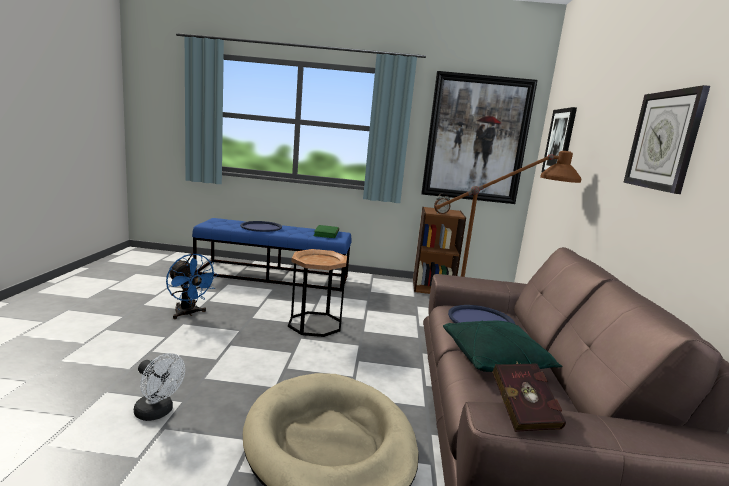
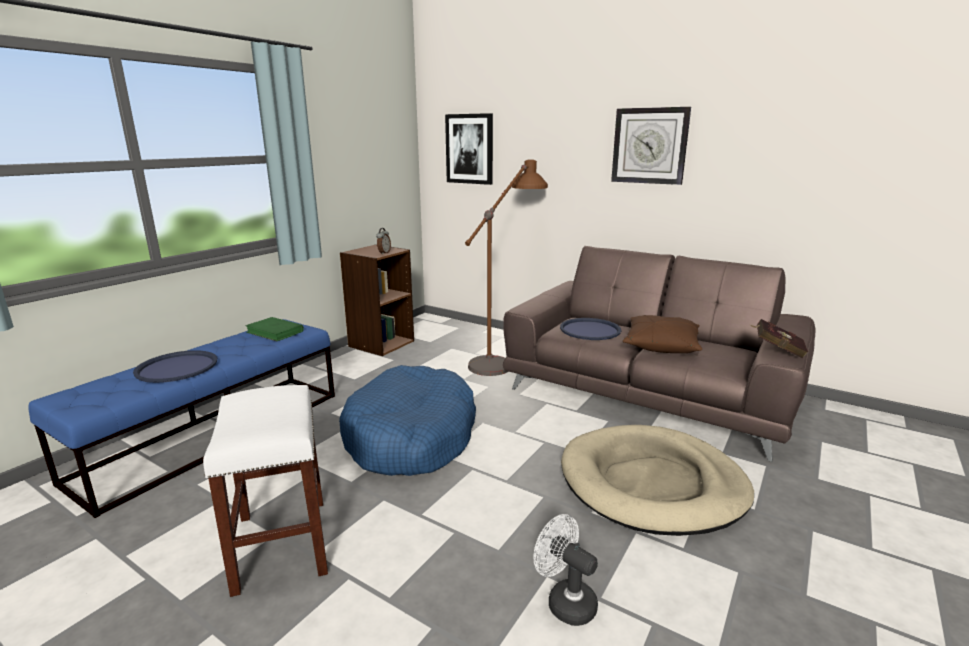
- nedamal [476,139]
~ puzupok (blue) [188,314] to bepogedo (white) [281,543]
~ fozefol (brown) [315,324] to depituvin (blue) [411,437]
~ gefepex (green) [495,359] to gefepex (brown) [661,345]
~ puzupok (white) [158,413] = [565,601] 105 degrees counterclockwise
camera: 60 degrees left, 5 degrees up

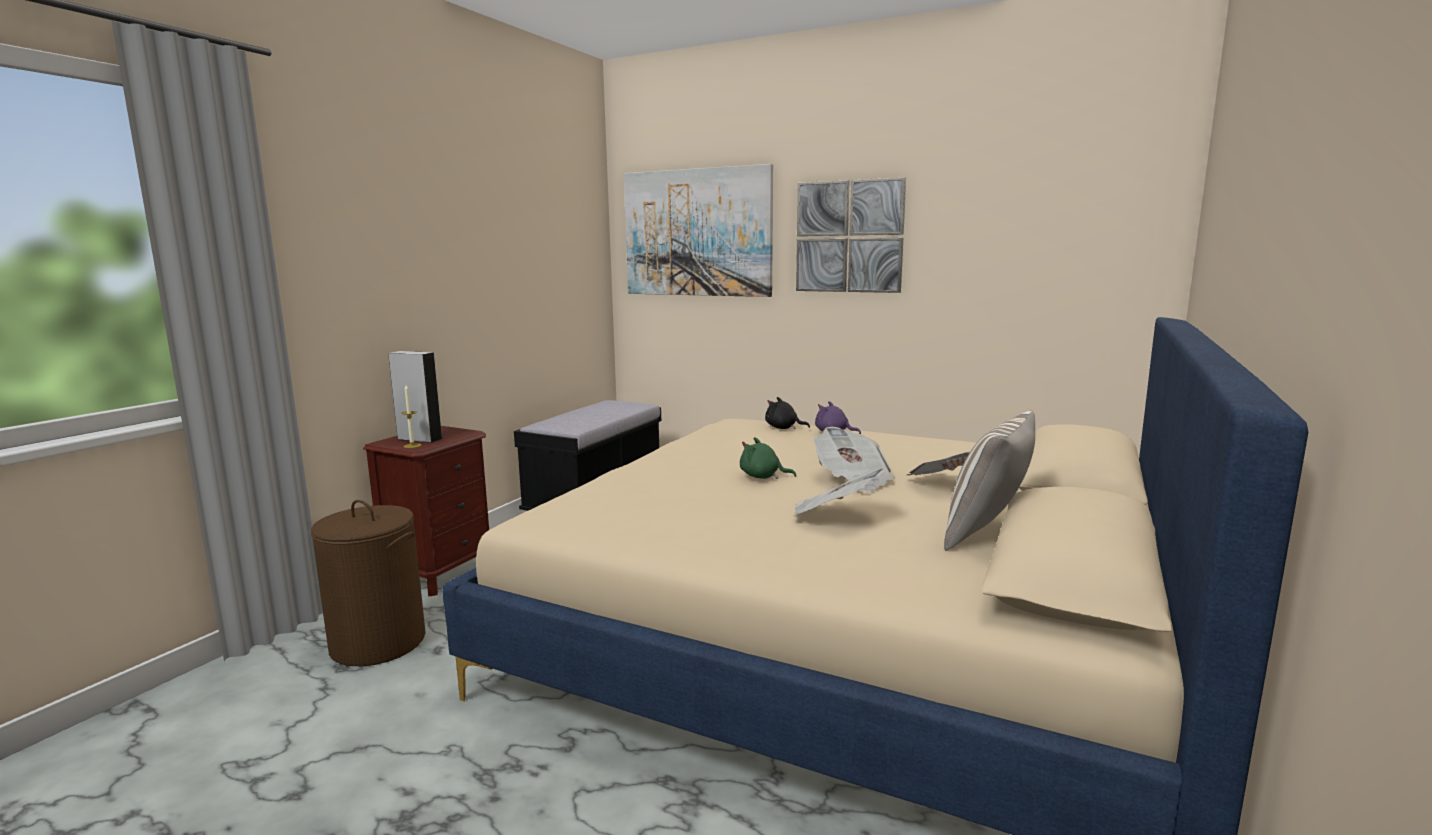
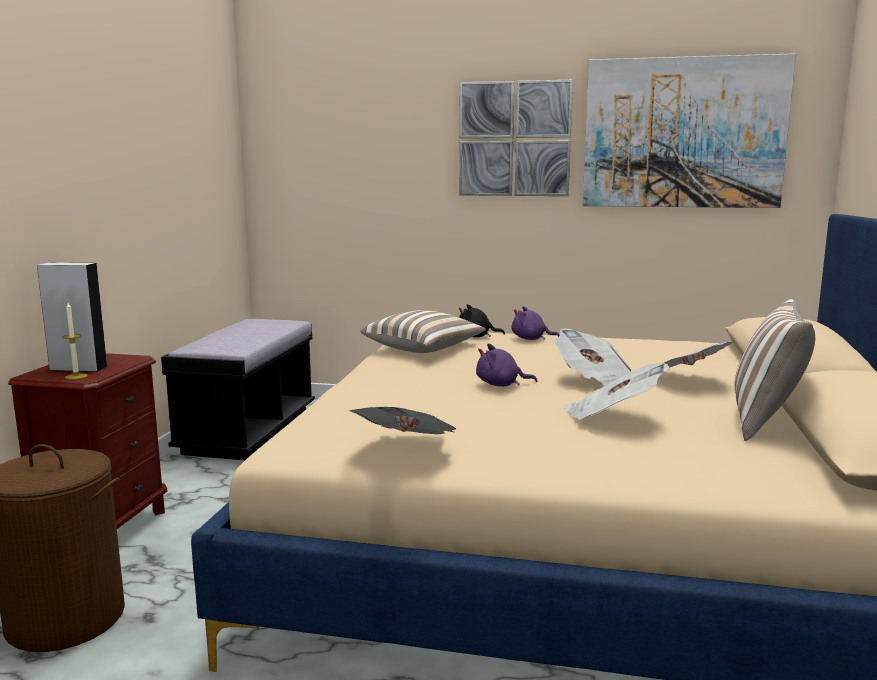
+ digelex [407,450]
+ gefepex [424,349]
~ nedamal [697,233] to [683,133]
~ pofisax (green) [762,477] to pofisax (purple) [501,385]
camera: 15 degrees left, 0 degrees up

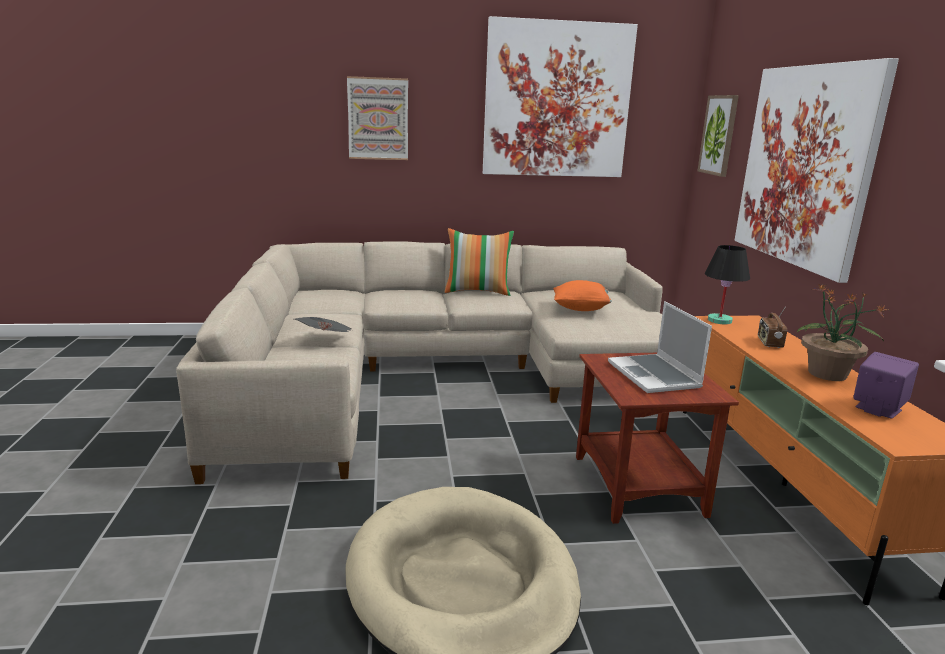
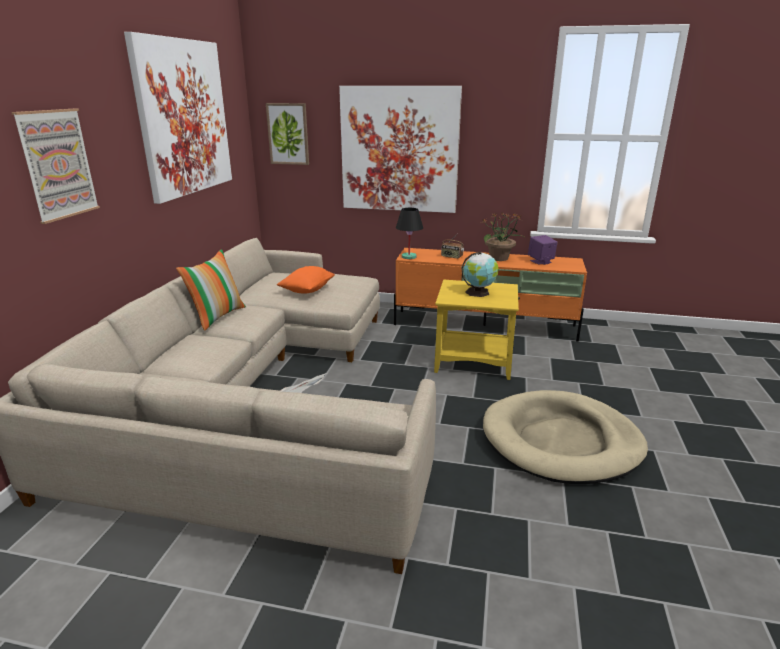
~ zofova [655,375] to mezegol [479,292]
~ fozefol (brown) [640,485] to fozefol (yellow) [473,361]
camera: 70 degrees left, 5 degrees up

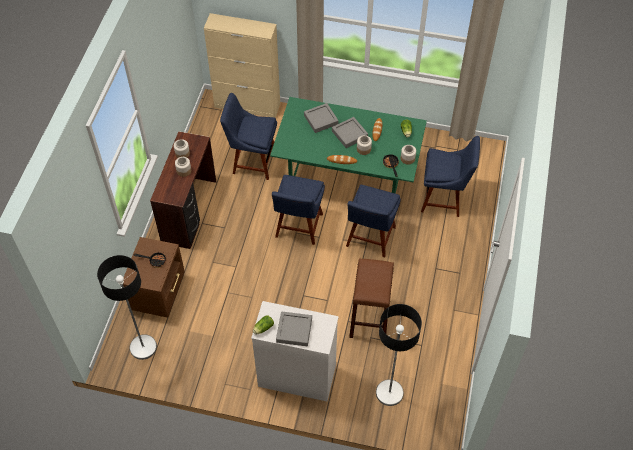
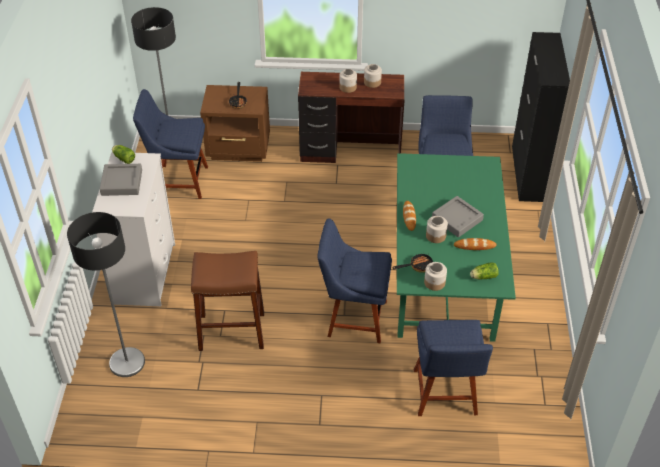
- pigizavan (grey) [321,120]
~ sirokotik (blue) [298,227] to [178,181]
~ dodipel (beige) [247,105] to dodipel (black) [528,173]
camera: 80 degrees right, 10 degrees down

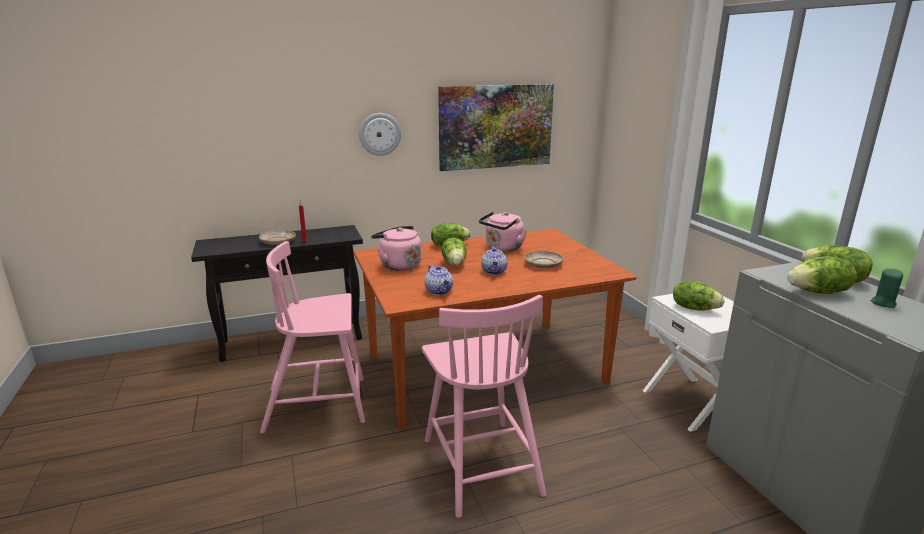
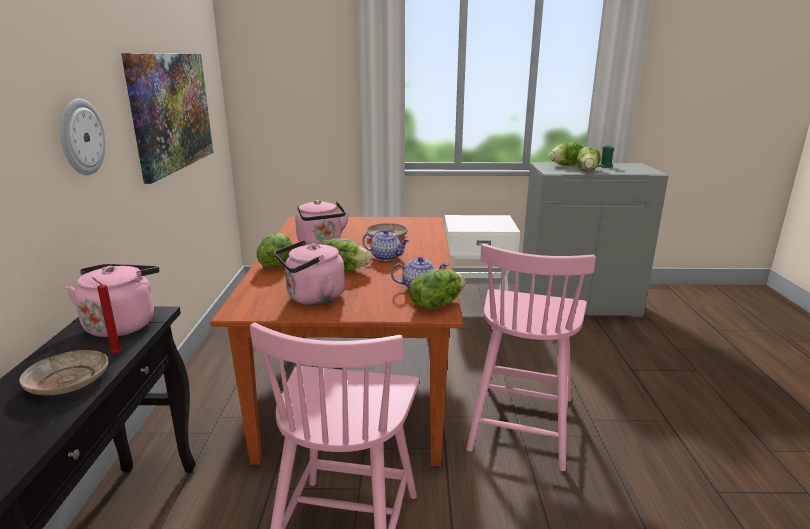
+ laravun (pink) [122,324]
~ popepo [694,308] to [436,304]
~ sirokotik (pink) [481,464] = [521,421] 105 degrees clockwise
camera: 70 degrees left, 0 degrees up

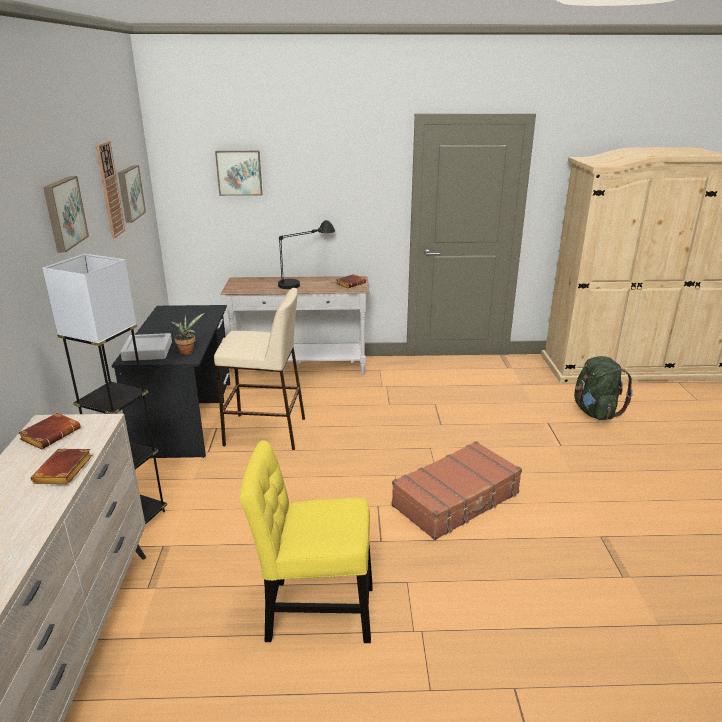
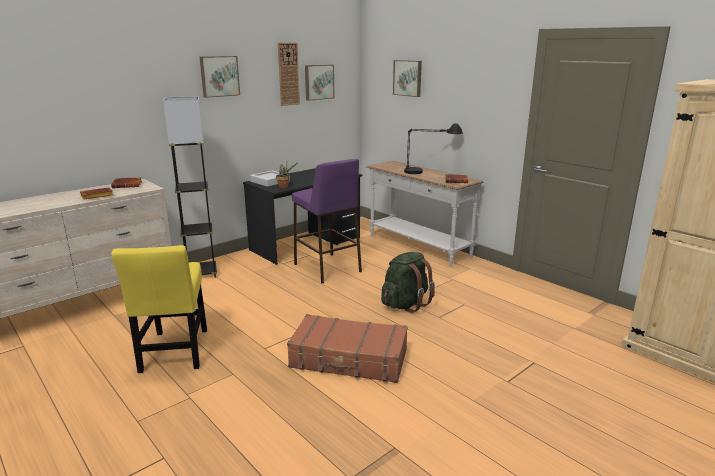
~ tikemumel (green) [595,412] to [405,304]
~ bepogedo (beige) [266,431] to bepogedo (purple) [327,268]
~ sirokotik (yellow) [314,611] = [174,353] 150 degrees counterclockwise
camera: 50 degrees right, 5 degrees down

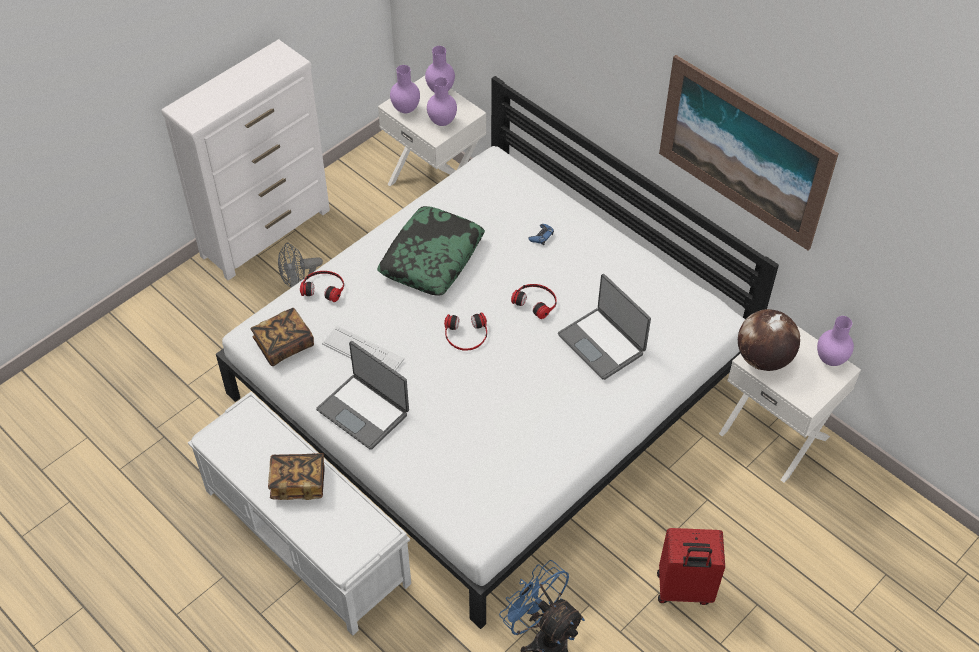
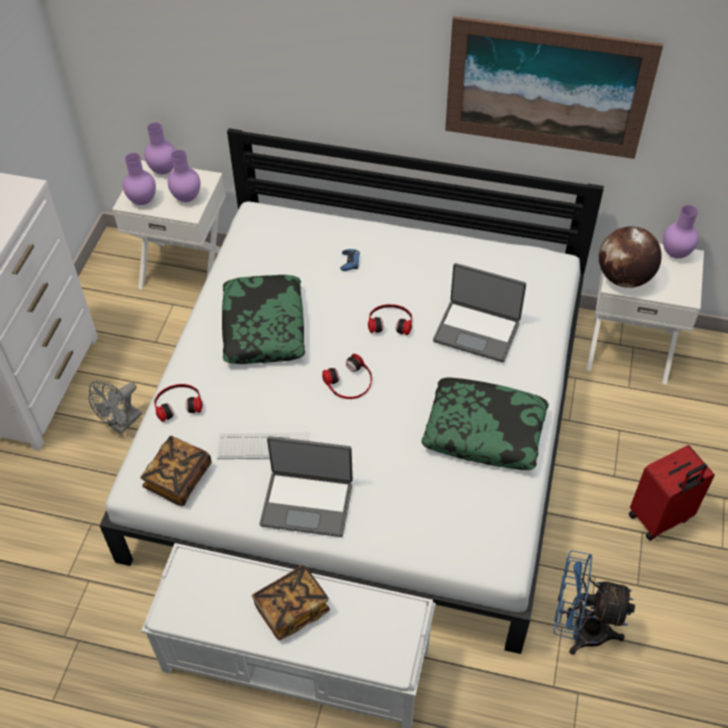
+ gefepex [484,431]
camera: 30 degrees left, 0 degrees up

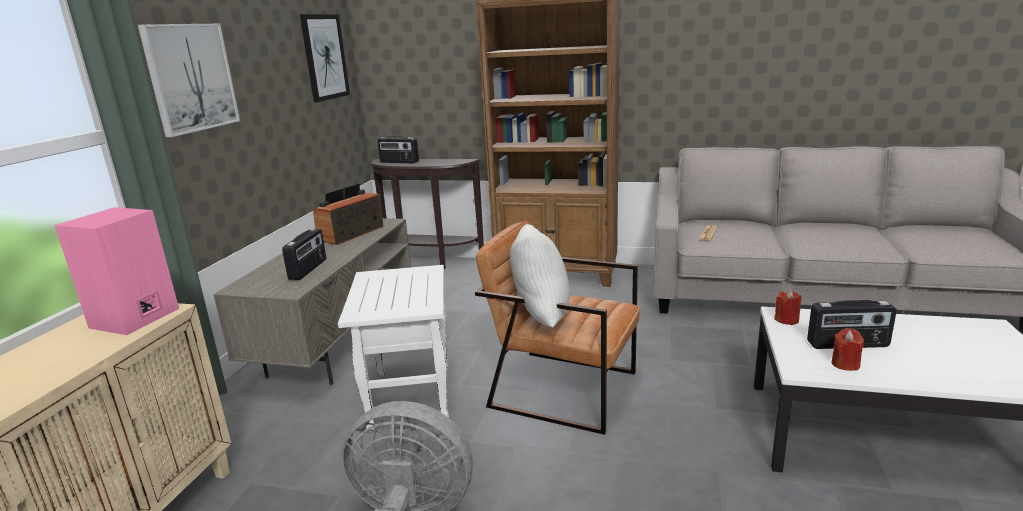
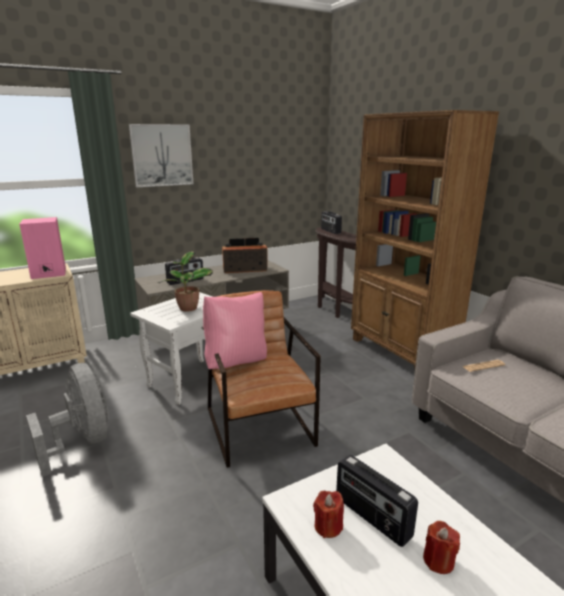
- nedamal [324,57]
+ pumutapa [187,308]
~ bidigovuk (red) [786,320] to [438,560]
~ gefepex (white) [539,317] to gefepex (pink) [236,362]
camera: 45 degrees right, 0 degrees up

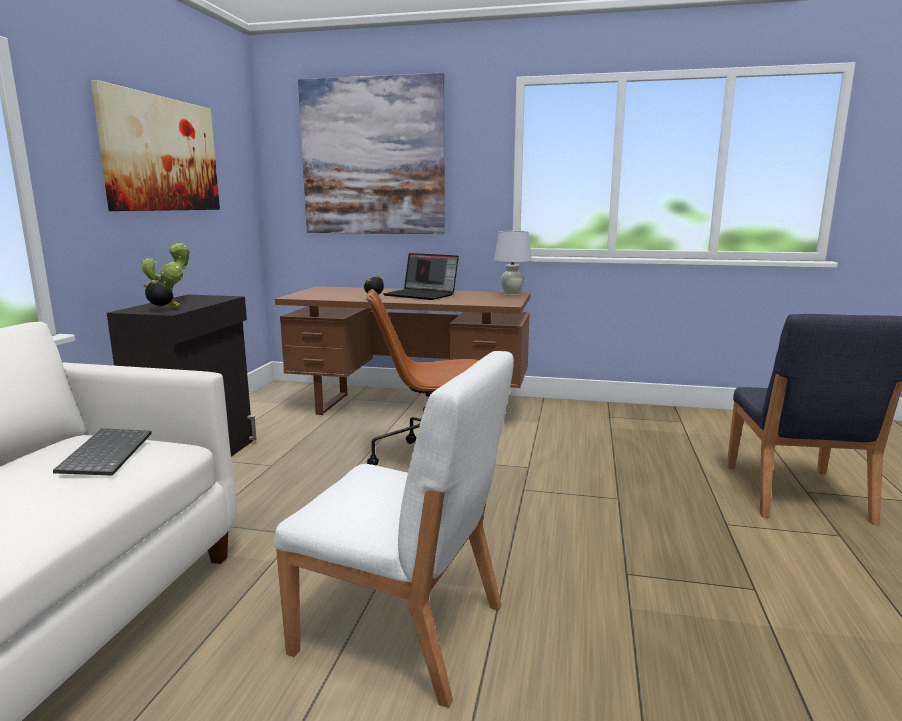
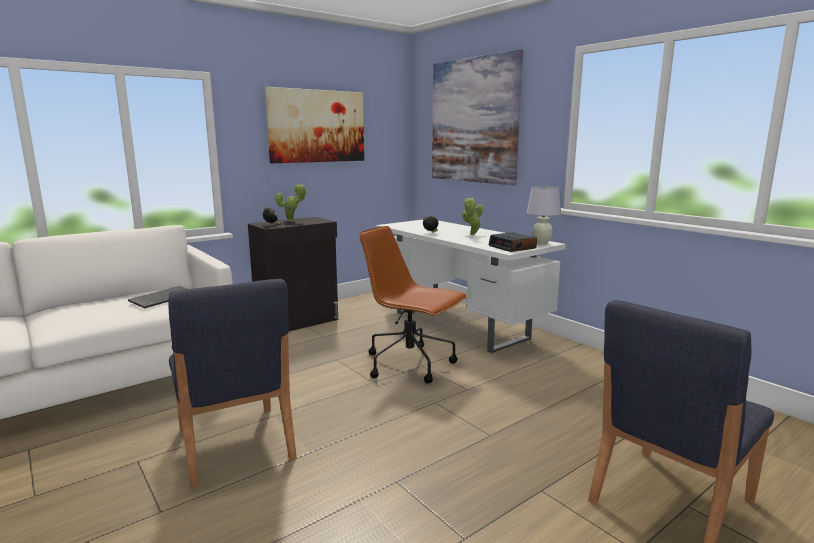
+ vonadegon [513,247]
~ zofova [422,295] to pumutapa [472,234]
~ sirokotik (white) [402,630] to sirokotik (blue) [235,445]
~ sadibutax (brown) [409,409] to sadibutax (white) [460,325]
camera: 40 degrees right, 0 degrees up

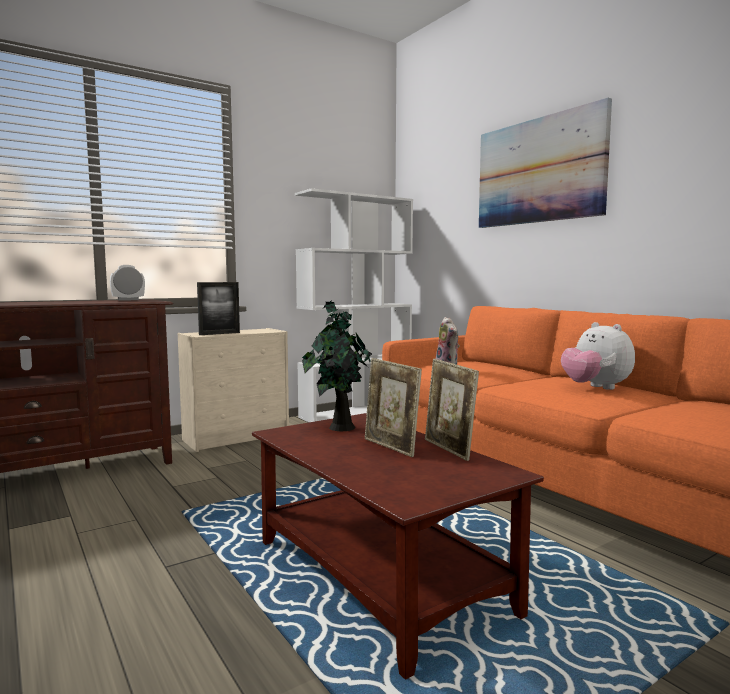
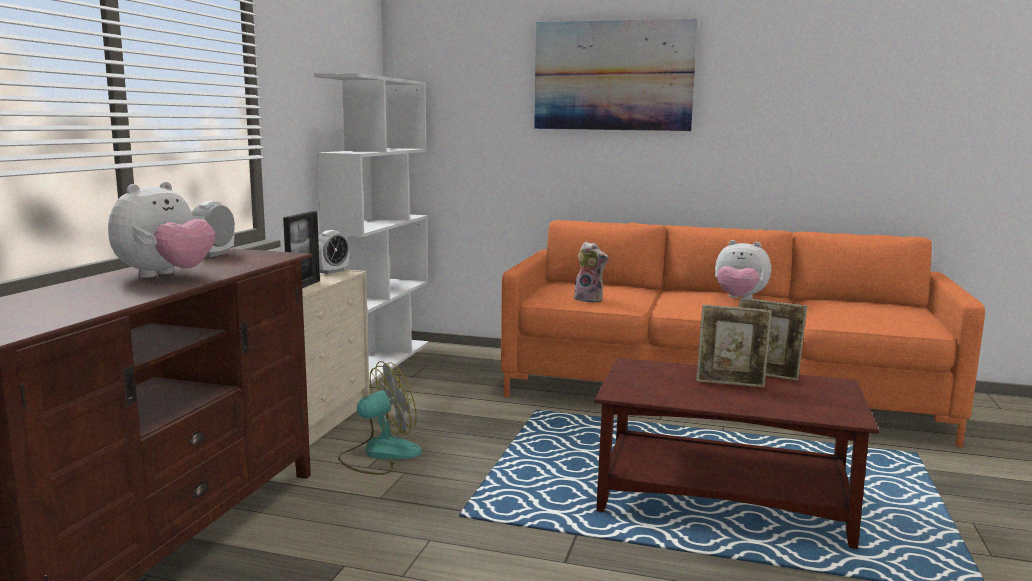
- pumutapa [339,427]
+ pofisax [165,276]
+ vonadegon [332,271]
+ puzupok [379,454]
camera: 40 degrees left, 5 degrees up

